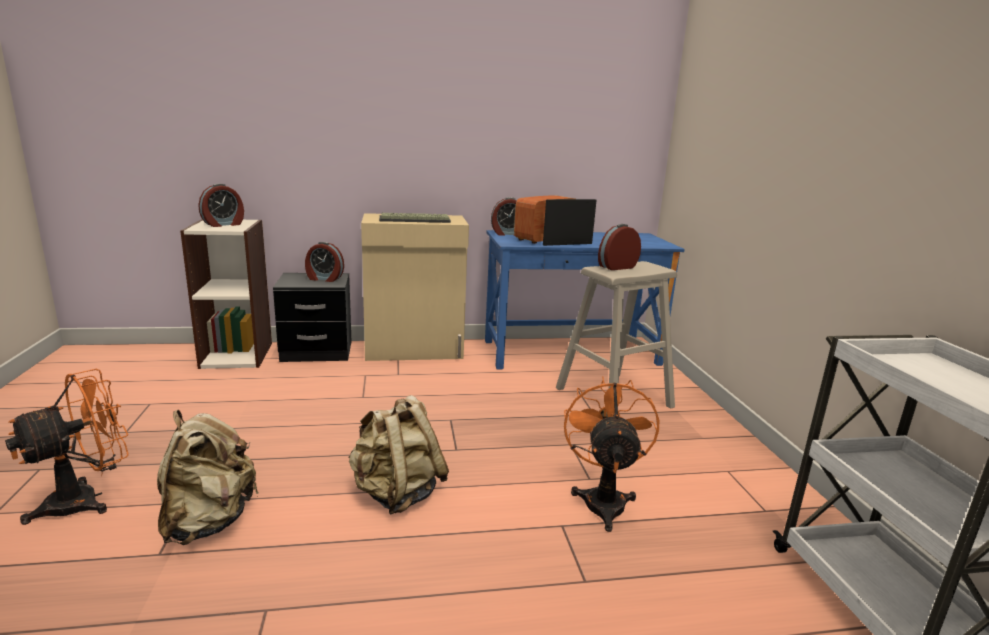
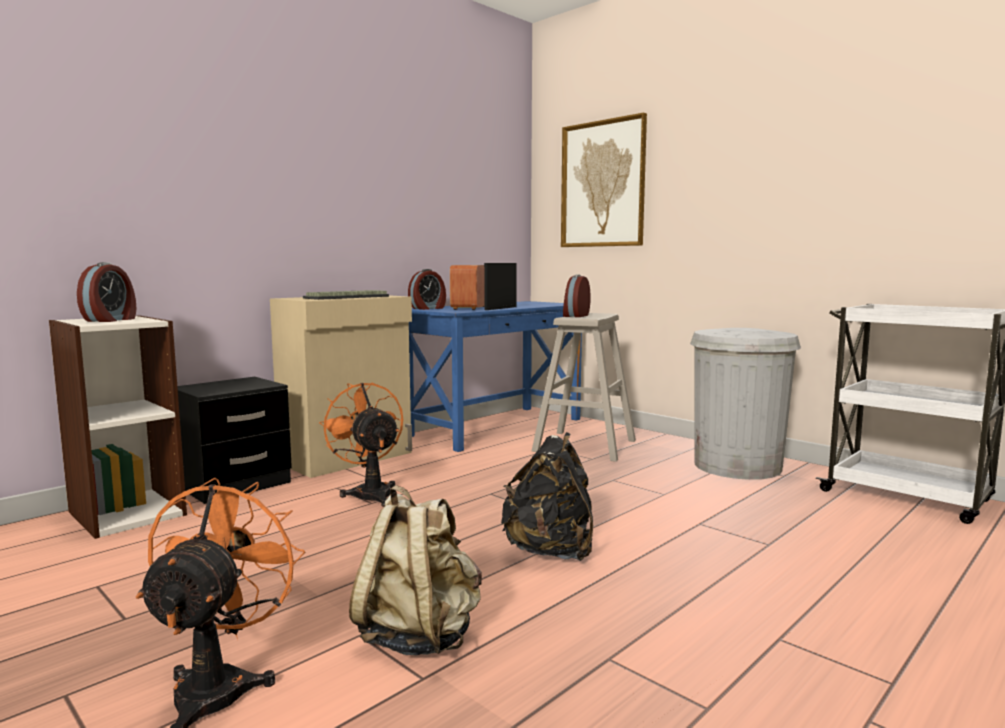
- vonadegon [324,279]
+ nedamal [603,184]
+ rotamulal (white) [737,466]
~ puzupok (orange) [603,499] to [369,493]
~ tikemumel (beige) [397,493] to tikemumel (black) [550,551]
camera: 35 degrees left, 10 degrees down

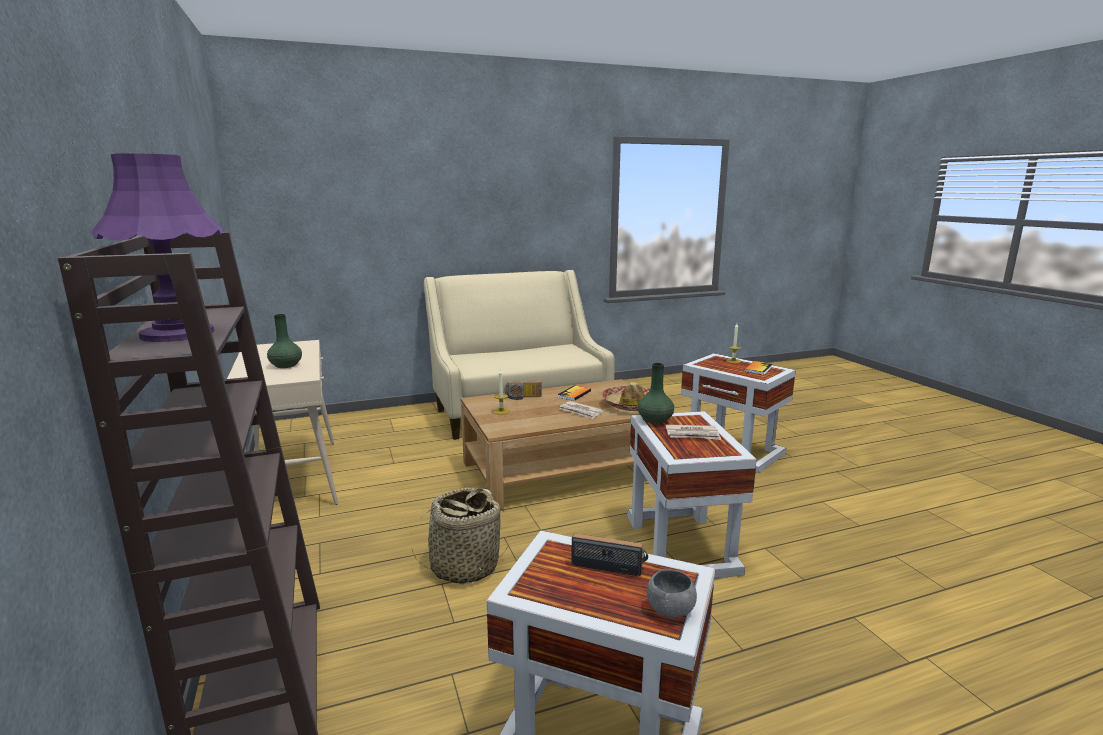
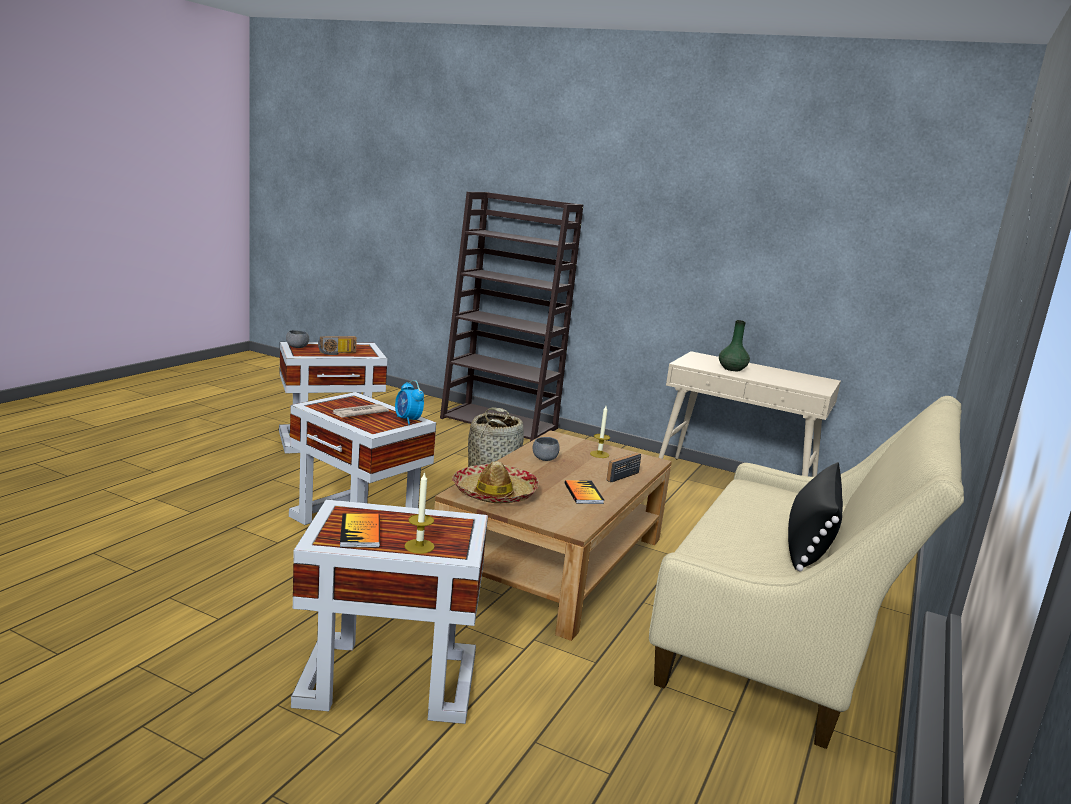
- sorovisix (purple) [178,333]
- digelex [580,412]
+ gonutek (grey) [544,459]
+ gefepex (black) [809,541]
~ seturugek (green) [654,420] to vonadegon [408,420]
camera: 135 degrees right, 0 degrees up

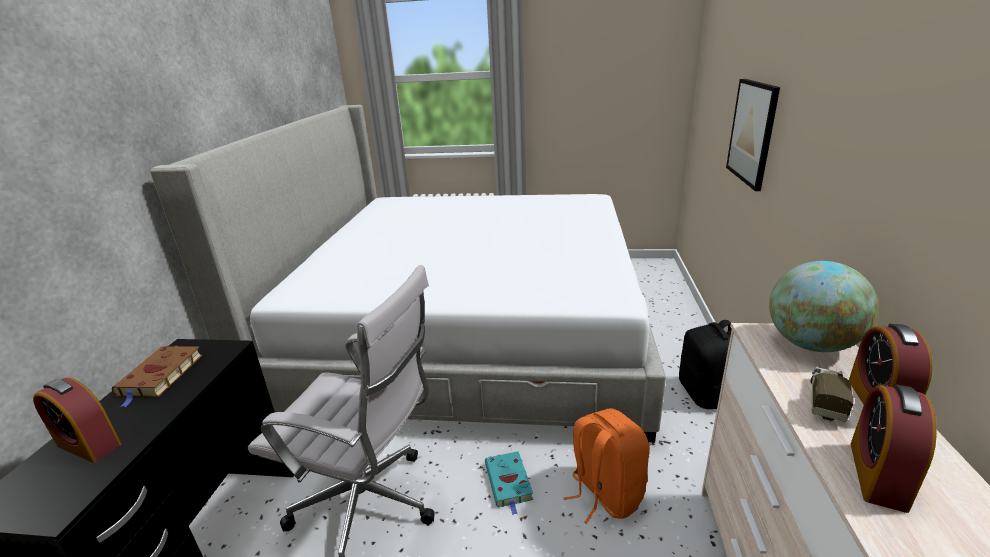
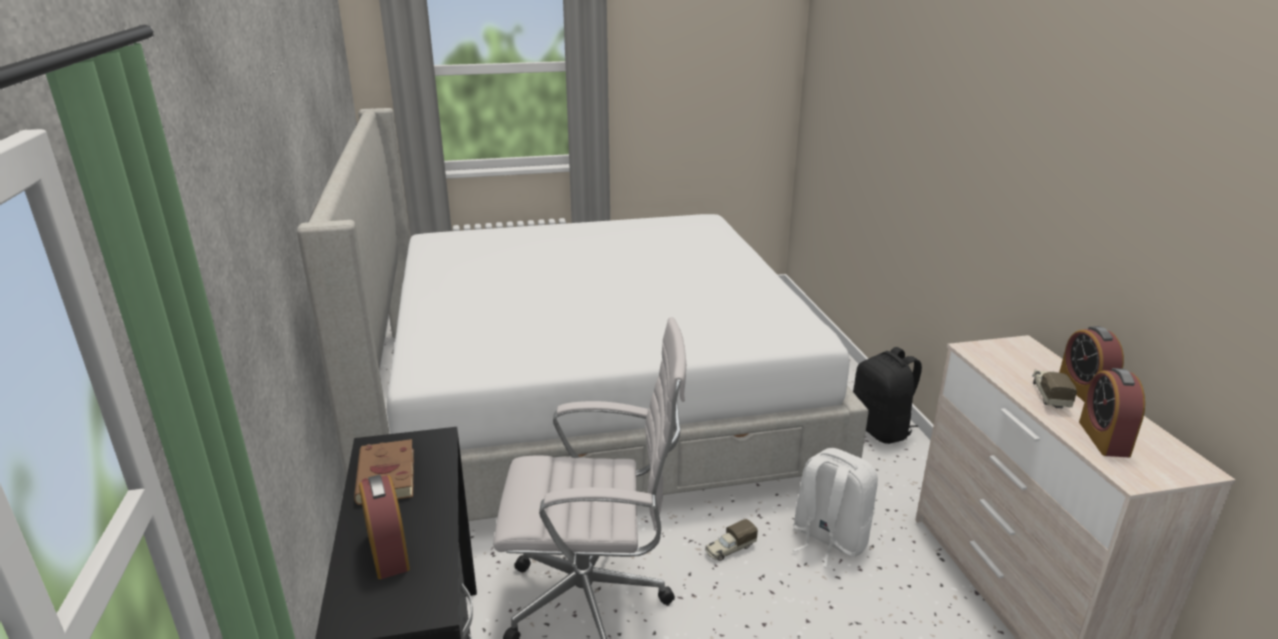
- nedamal [752,132]
- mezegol [810,344]
~ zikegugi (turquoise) [509,483] to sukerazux [729,549]
~ tikemumel (orange) [604,494] to tikemumel (white) [828,539]
~ vonadegon [89,445] = [388,552] 120 degrees counterclockwise
camera: 20 degrees left, 0 degrees up

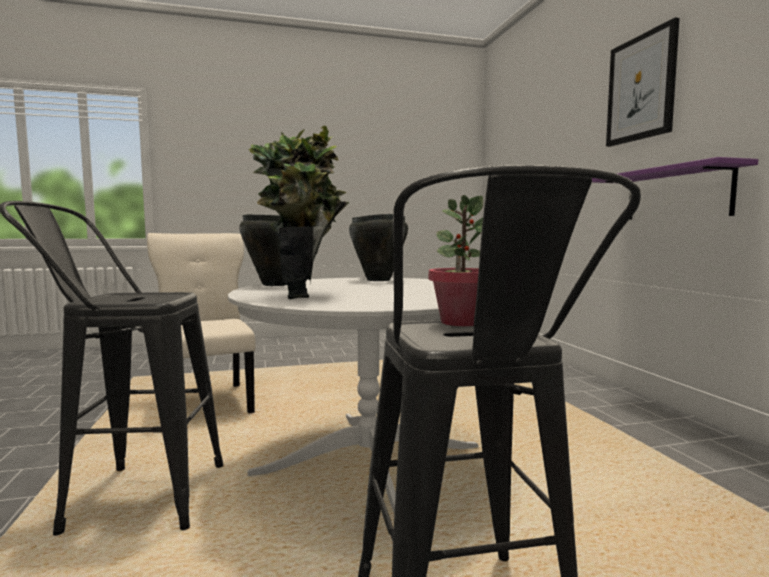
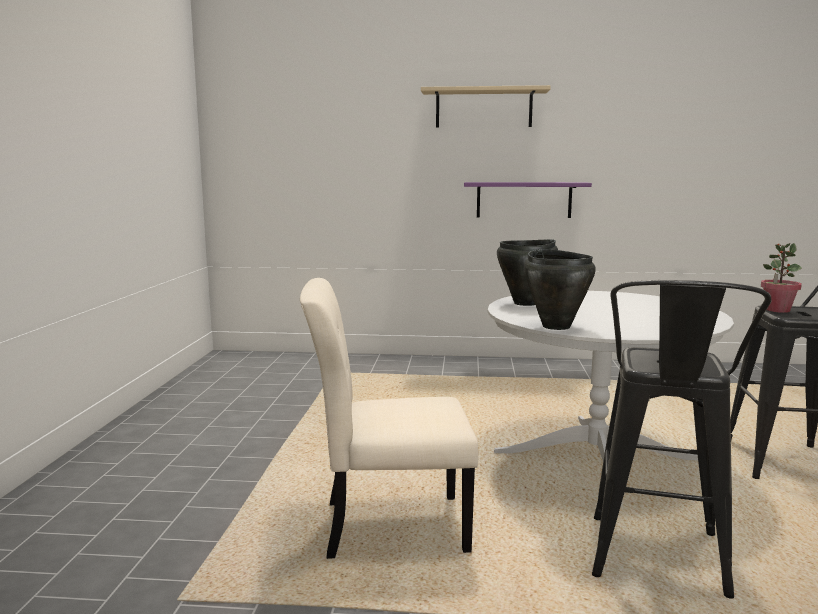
- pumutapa [304,294]
~ nedamal [641,88] to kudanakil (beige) [483,108]
camera: 70 degrees left, 5 degrees up

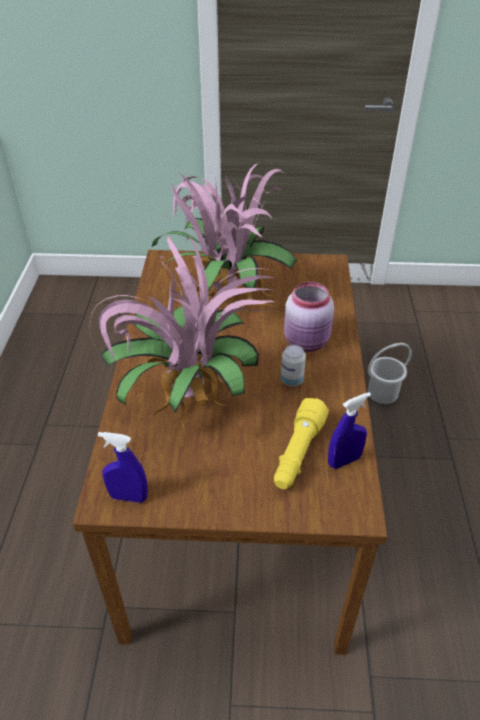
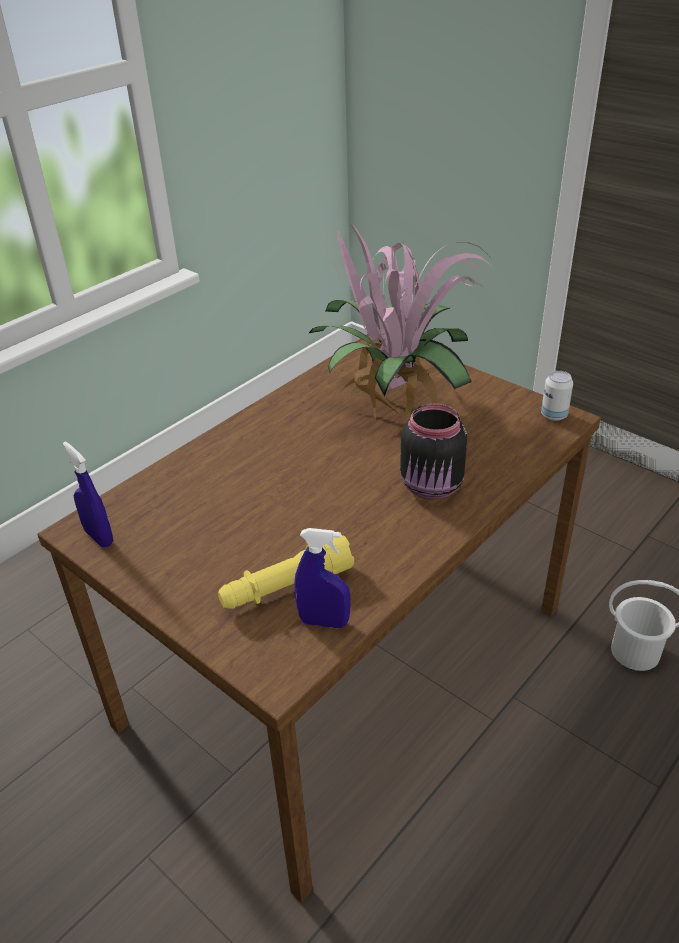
- pumutapa [187,403]
~ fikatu [291,380] to [554,415]
~ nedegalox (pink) [307,342] to nedegalox (black) [432,487]
camera: 40 degrees right, 5 degrees down

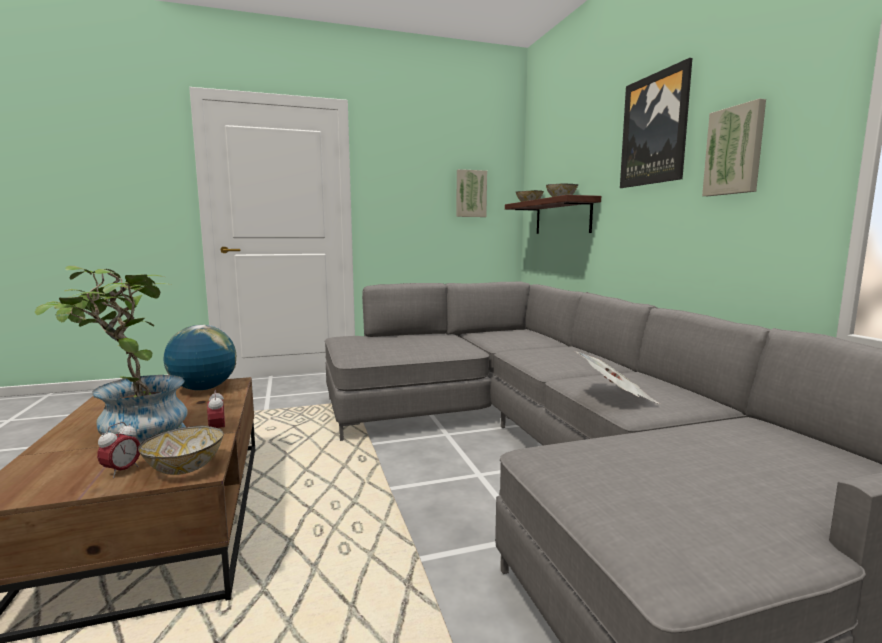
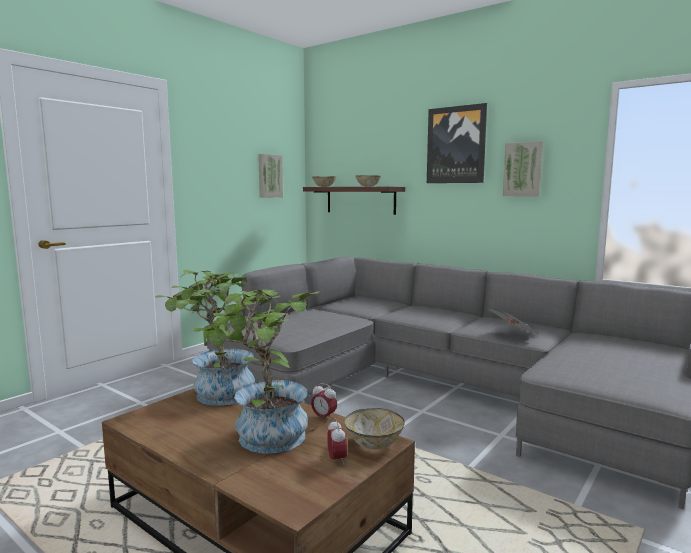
~ mezegol [203,389] to pumutapa [215,395]
camera: 35 degrees left, 0 degrees up

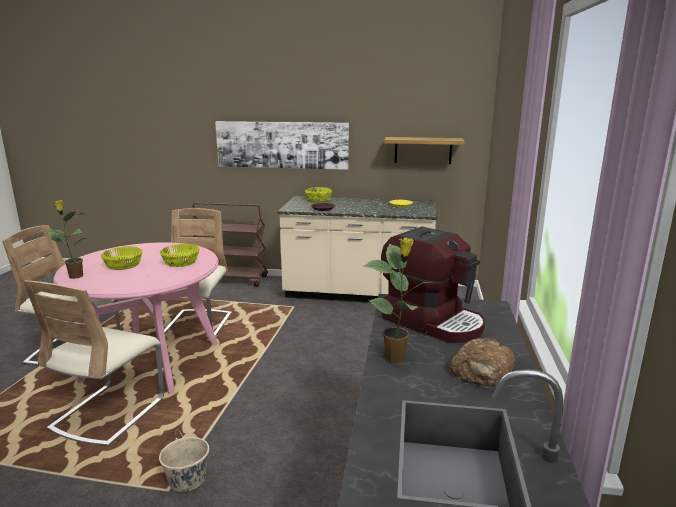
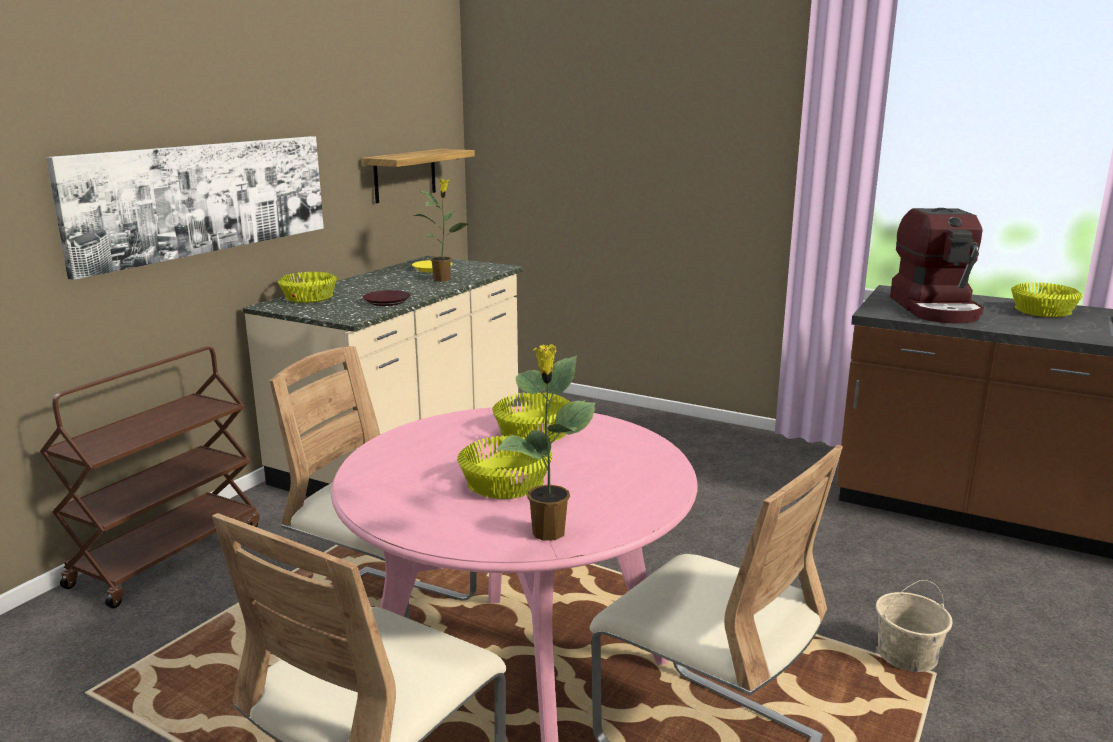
~ pumutapa [396,358] to [443,279]
~ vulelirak [482,371] to gonutek (yellow) [1043,311]
~ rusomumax [433,321] = [936,309] 120 degrees clockwise
camera: 70 degrees left, 0 degrees up

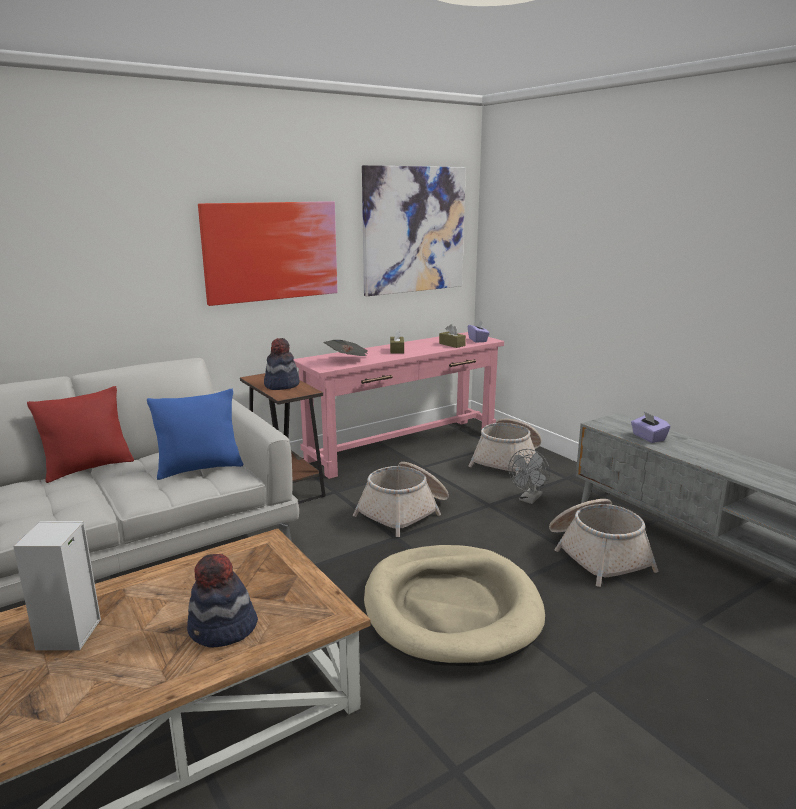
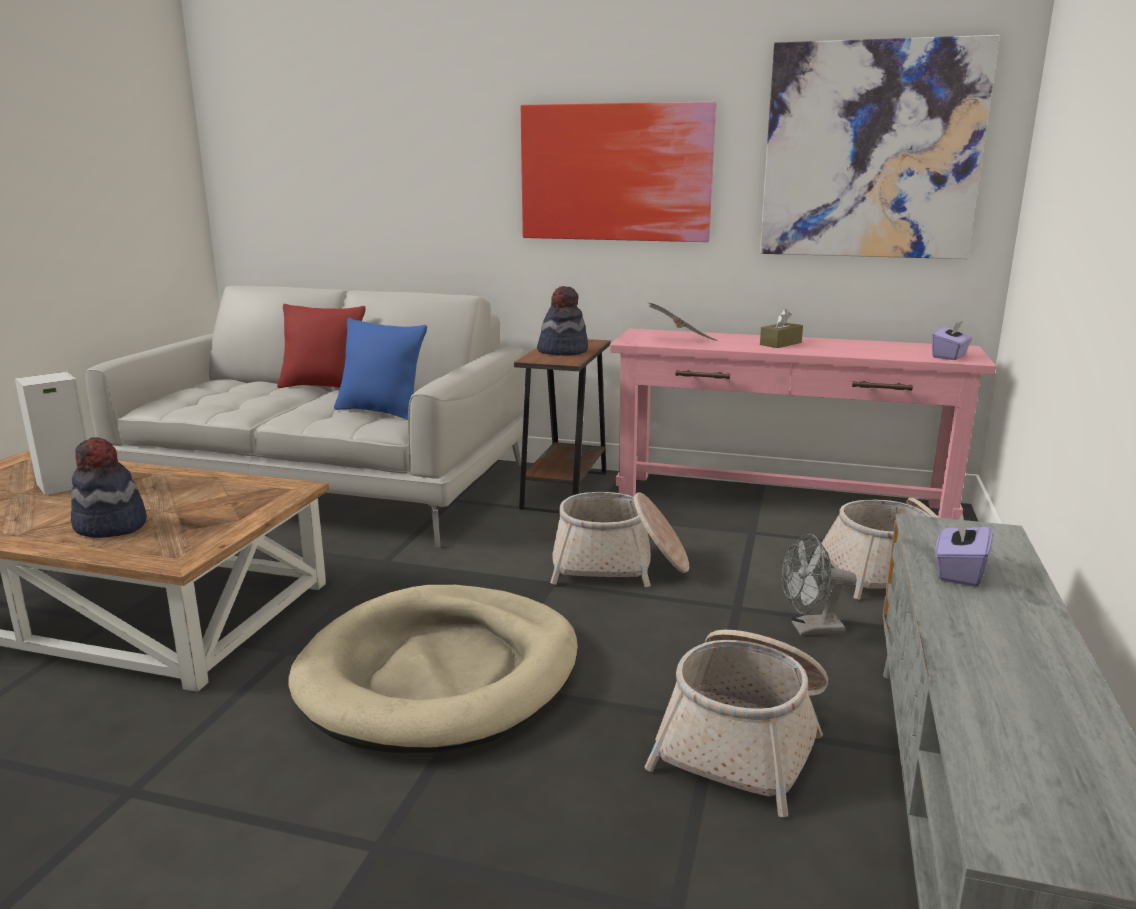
- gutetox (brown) [452,344]
camera: 50 degrees right, 0 degrees up

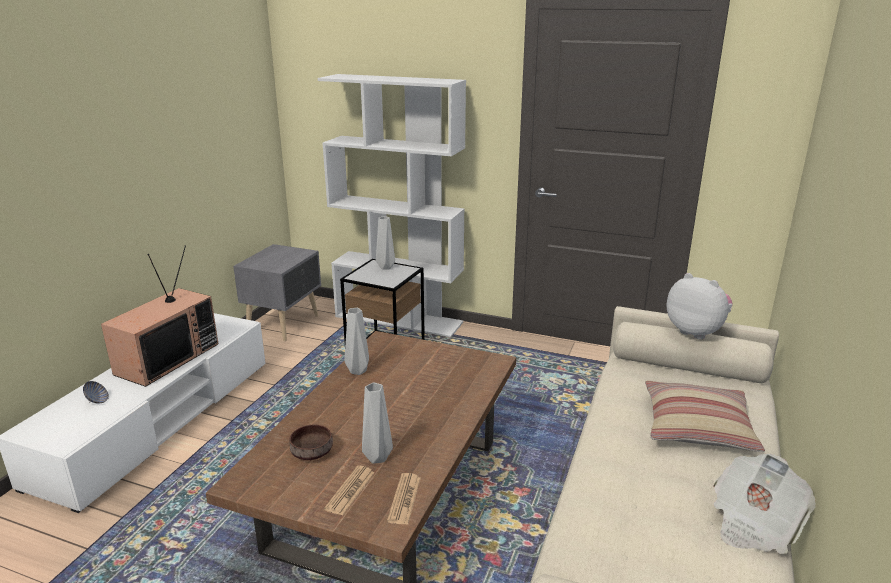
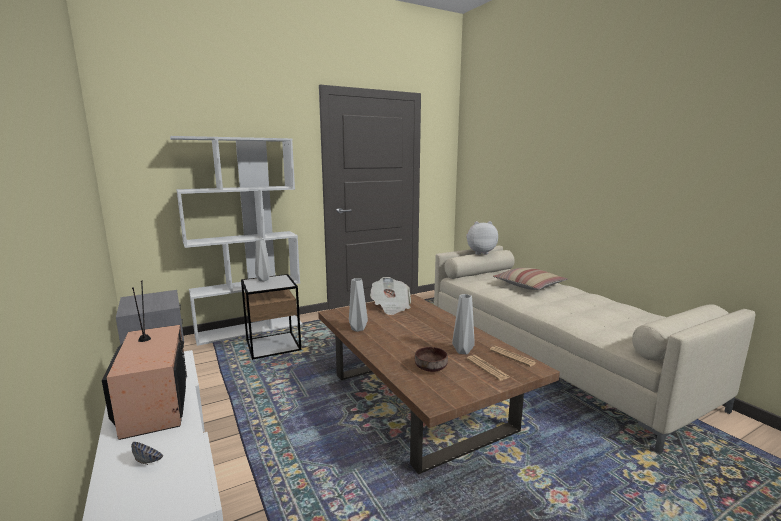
~ digelex [754,523] to [390,307]
camera: 50 degrees left, 10 degrees down

